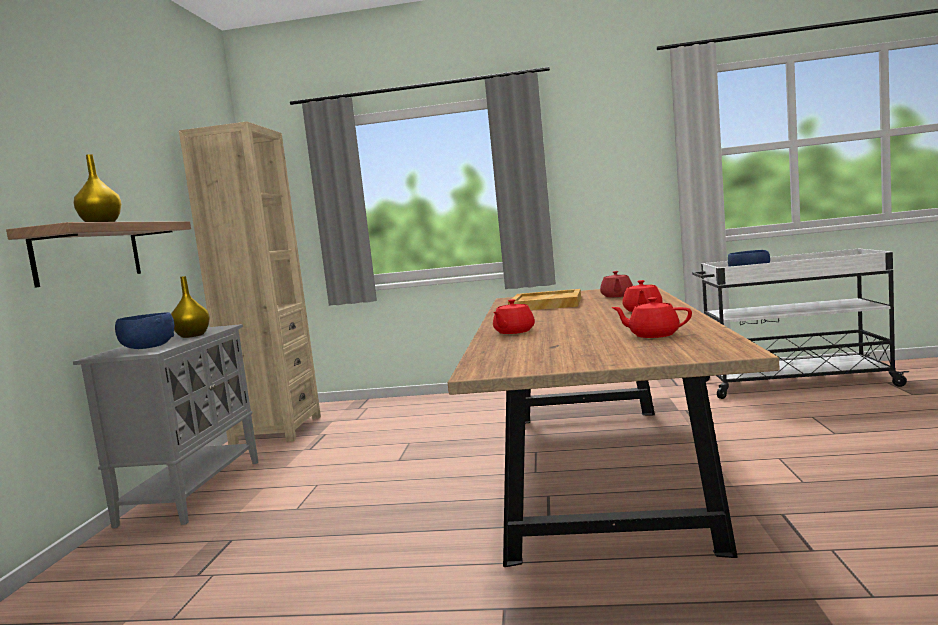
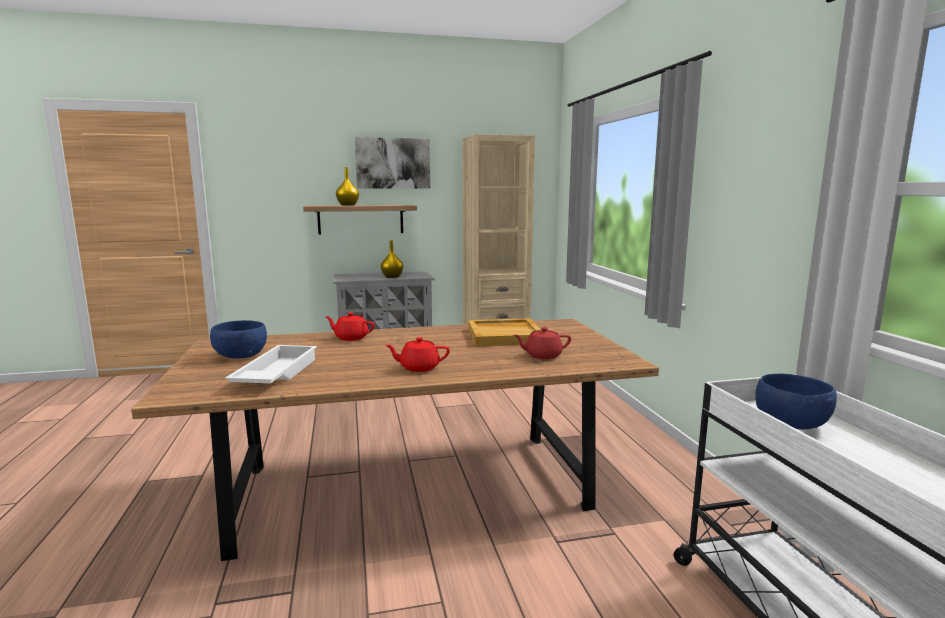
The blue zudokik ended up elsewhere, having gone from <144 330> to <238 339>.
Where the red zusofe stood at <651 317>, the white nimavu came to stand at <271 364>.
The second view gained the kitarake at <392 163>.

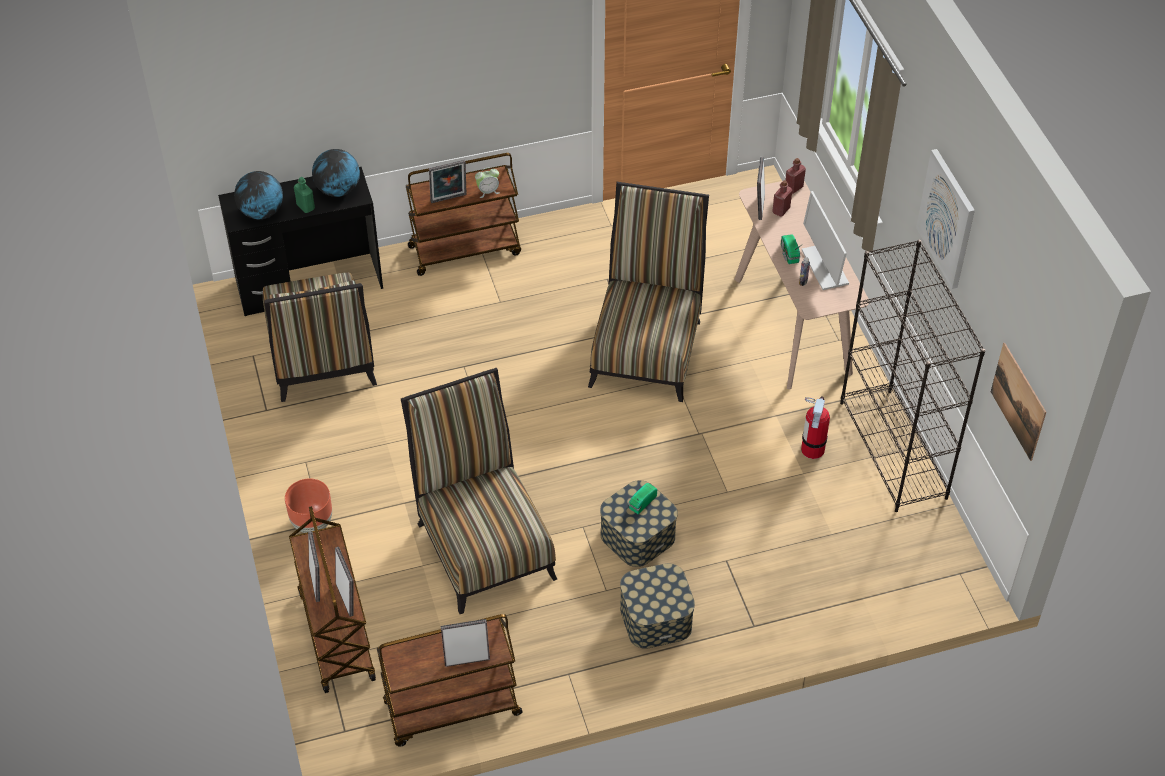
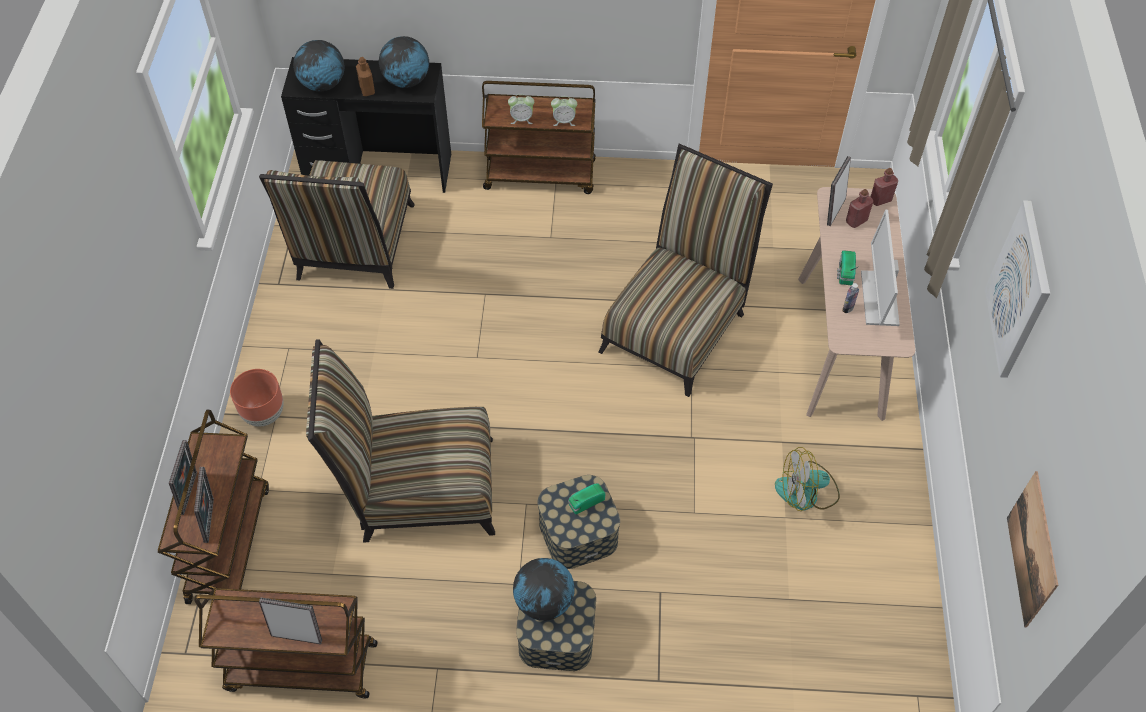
What was the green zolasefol at <304 195> turned into the brown zolasefol at <365 76>.
The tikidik at <479 491> ended up facing another way, 90 degrees counterclockwise from before.
Where the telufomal stood at <447 181>, the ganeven came to stand at <521 109>.
Where the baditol stood at <815 427>, the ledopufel came to stand at <807 479>.
The second view lost the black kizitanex at <912 376>.
The second view gained the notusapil at <544 589>.

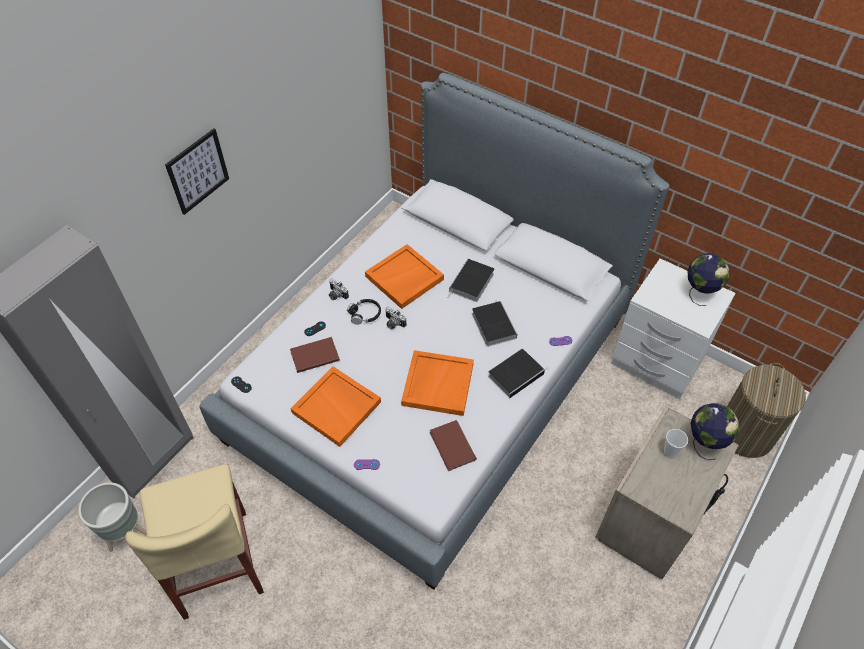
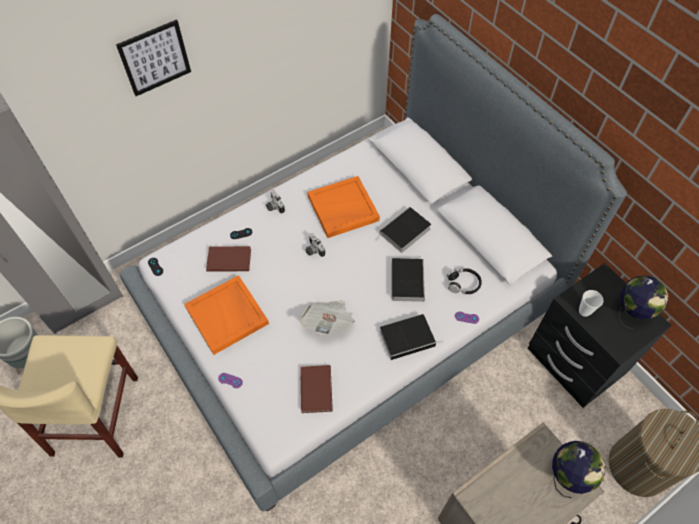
The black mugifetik ended up elsewhere, having gone from <364 312> to <464 281>.
Where the orange nimavu stood at <437 383>, the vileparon came to stand at <327 317>.
What was the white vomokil at <673 328> turned into the black vomokil at <600 335>.
The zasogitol ended up elsewhere, having gone from <676 443> to <591 303>.

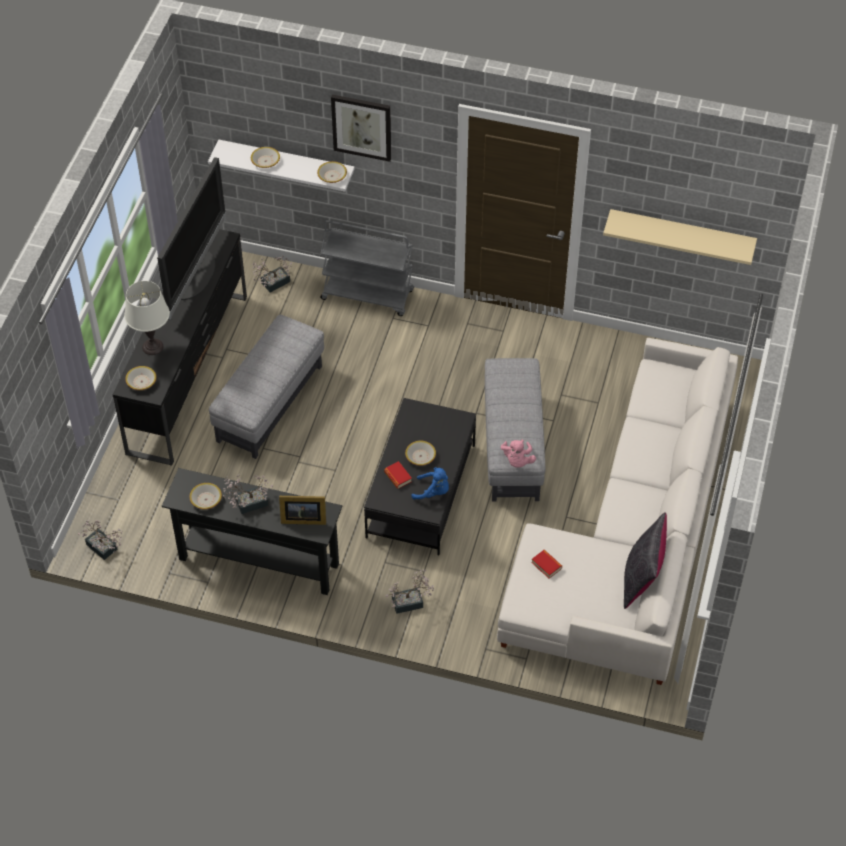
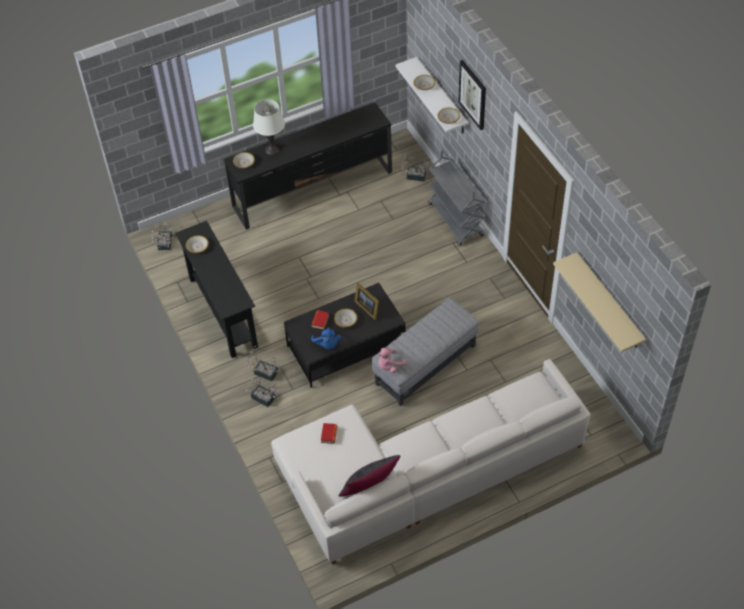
The second view lost the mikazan at <191 238>.
The second view lost the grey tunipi at <266 387>.
The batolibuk ended up elsewhere, having gone from <248 494> to <263 363>.
The telufomal ended up elsewhere, having gone from <302 510> to <366 301>.

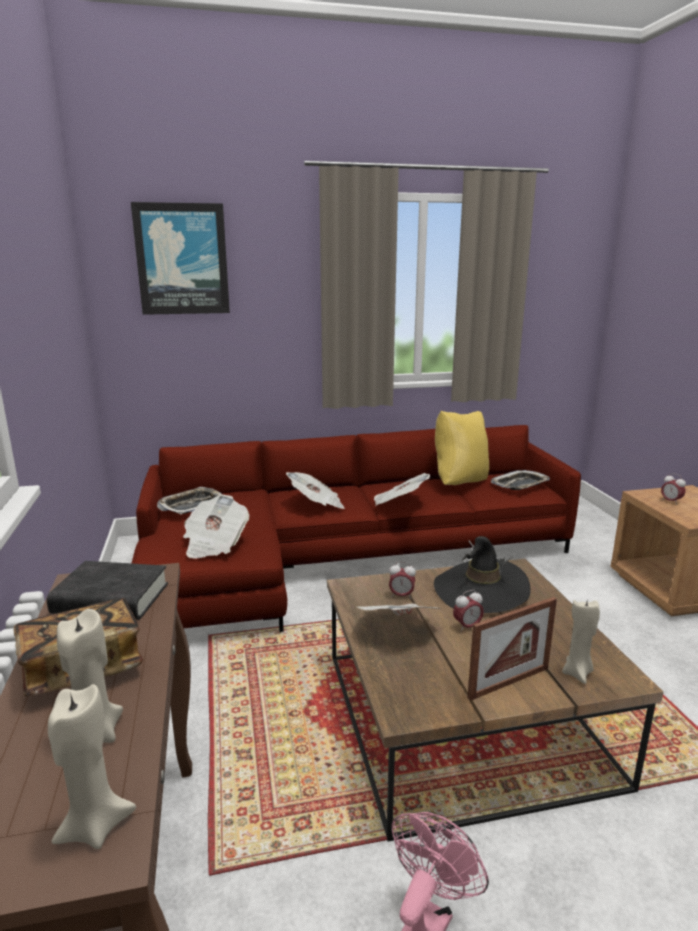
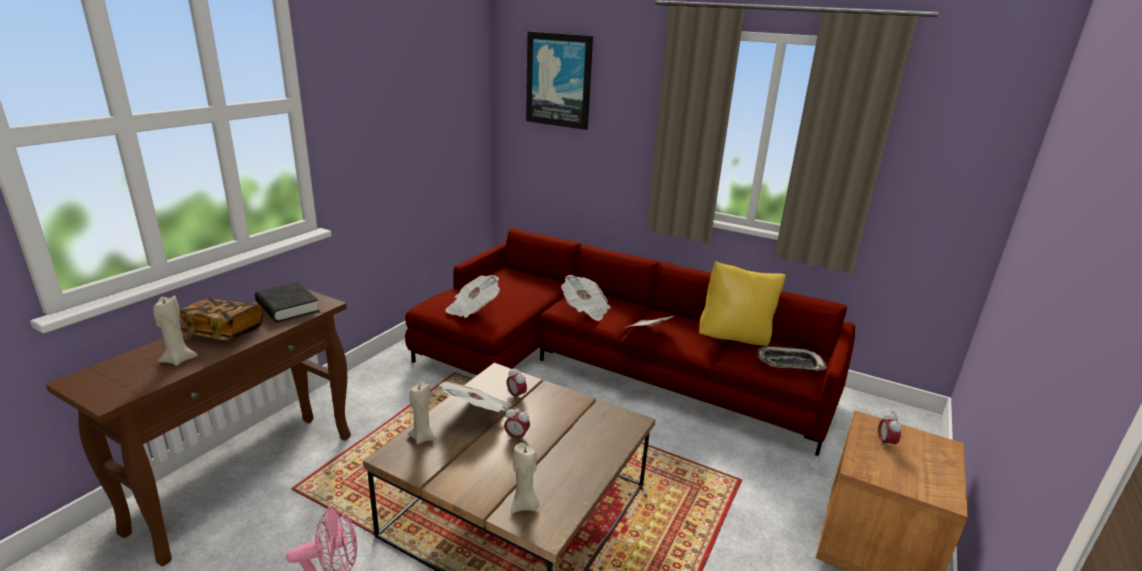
The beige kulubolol ended up elsewhere, having gone from <92 766> to <422 412>.
The second view lost the nimavu at <190 500>.
The second view lost the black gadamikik at <482 574>.
The second view lost the telufomal at <512 649>.

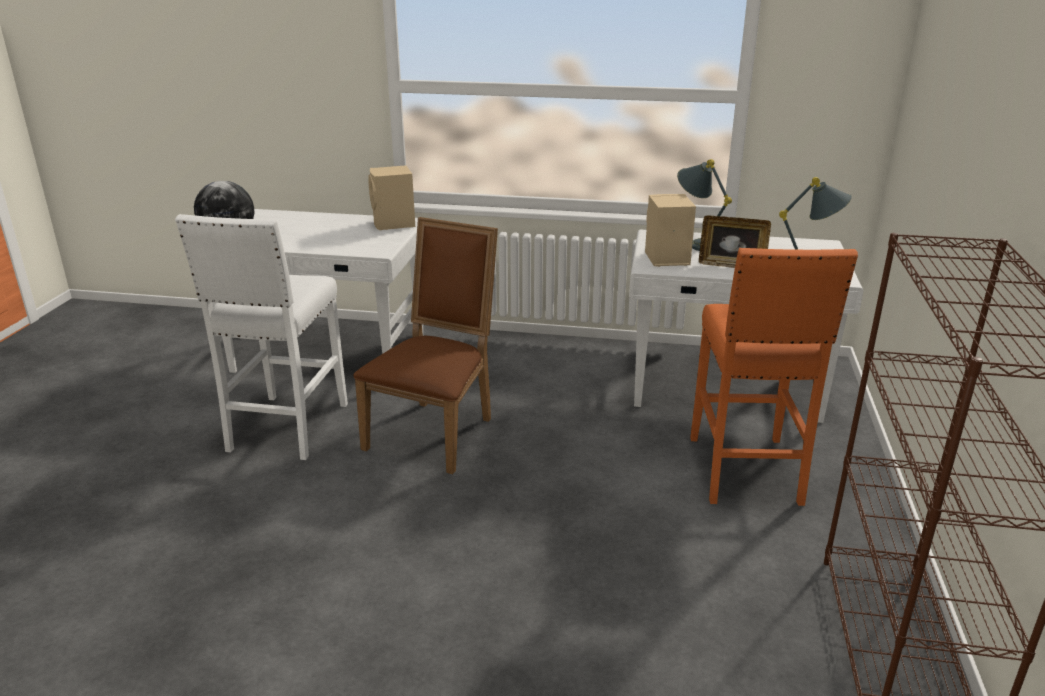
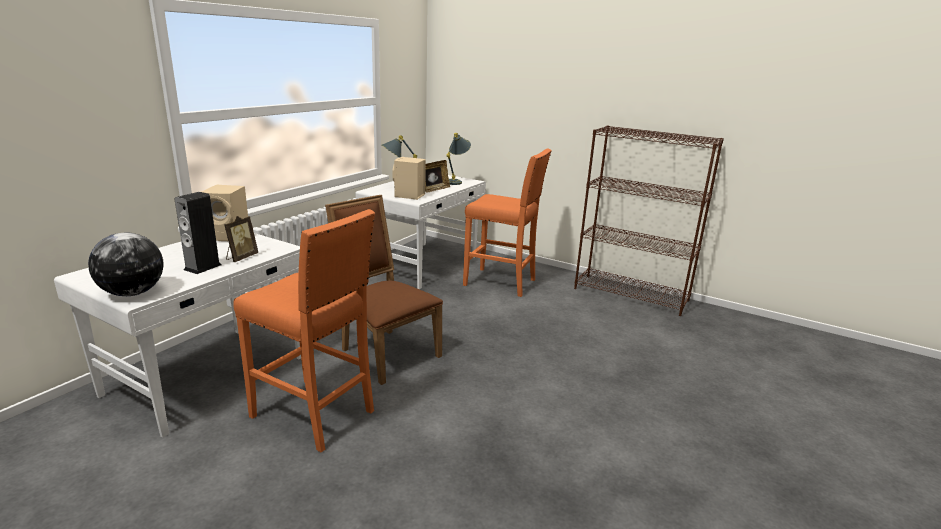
What was the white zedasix at <261 337> turned into the orange zedasix at <304 331>.
The second view gained the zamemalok at <198 233>.
The second view gained the telufomal at <241 239>.

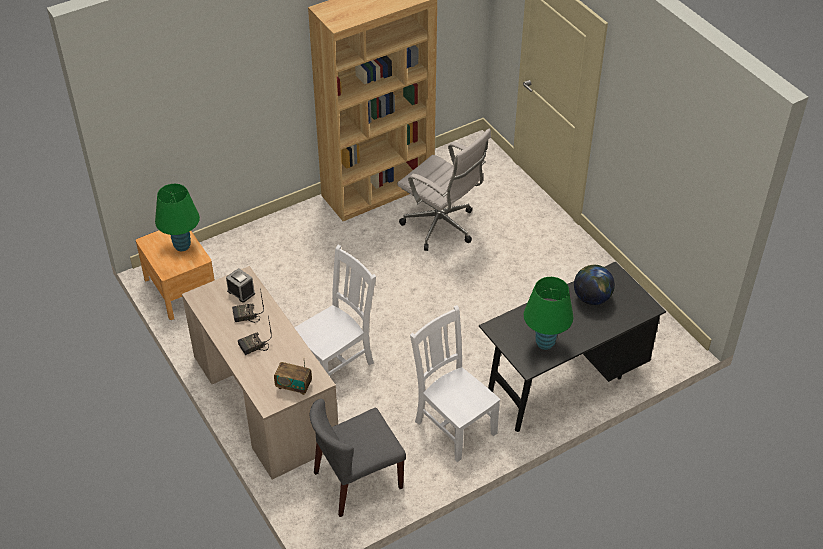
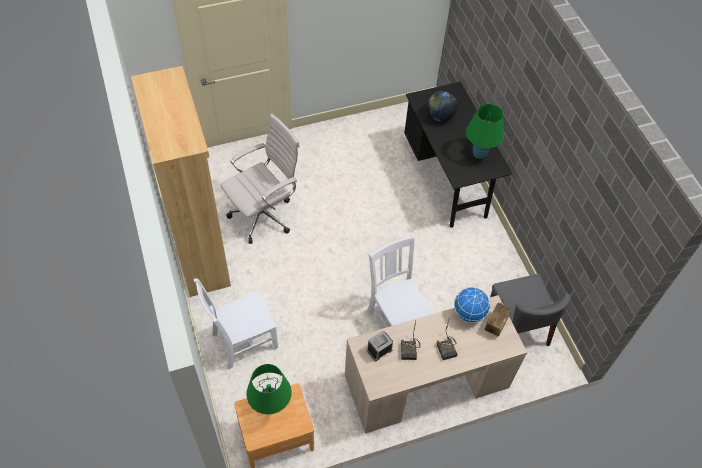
The white tikidik ended up elsewhere, having gone from <455 383> to <236 324>.
The second view gained the notusapil at <472 305>.

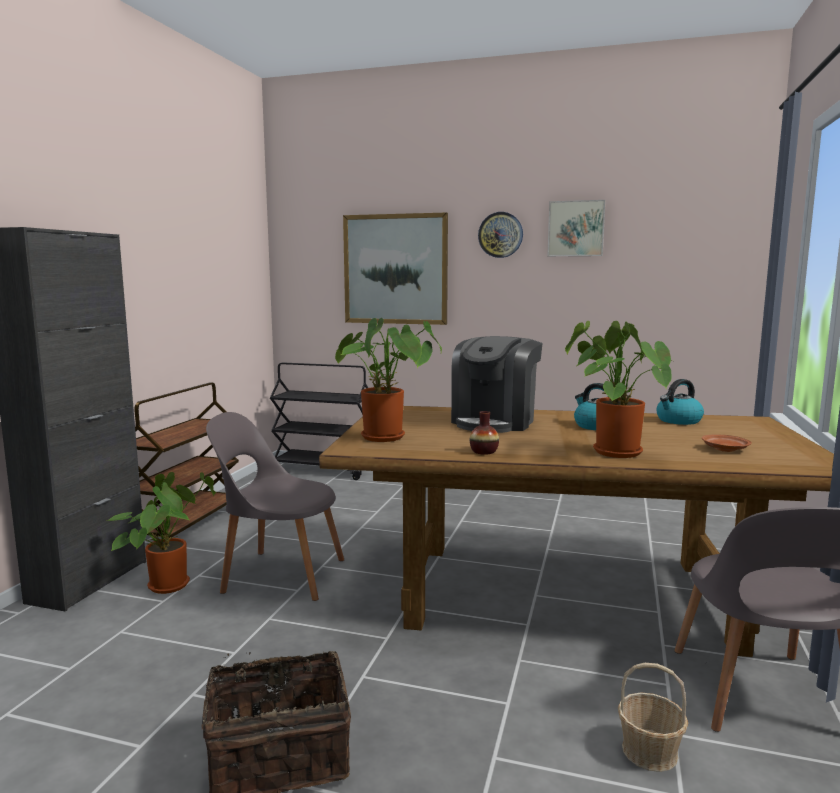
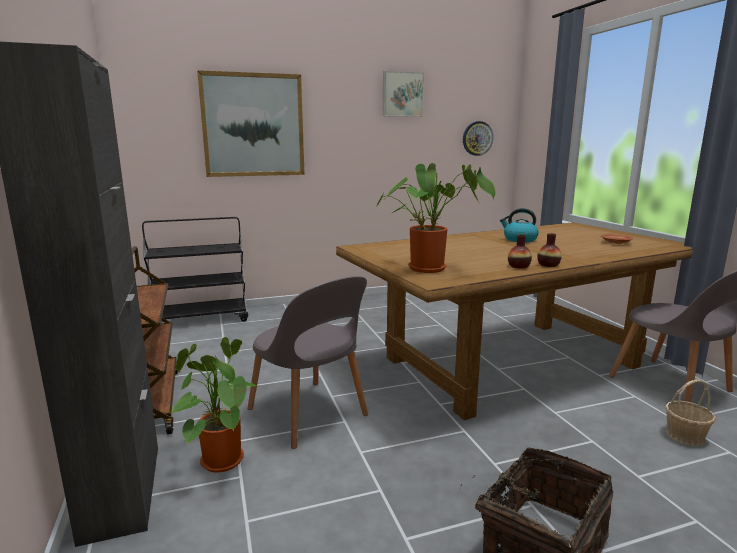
The grey tikidik at <275 506> ended up facing another way, 105 degrees counterclockwise from before.
The second view lost the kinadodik at <497 384>.
The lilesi ended up elsewhere, having gone from <500 235> to <478 138>.
The second view lost the batolibuk at <618 389>.
The second view lost the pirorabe at <680 402>.
The second view gained the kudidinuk at <549 250>.

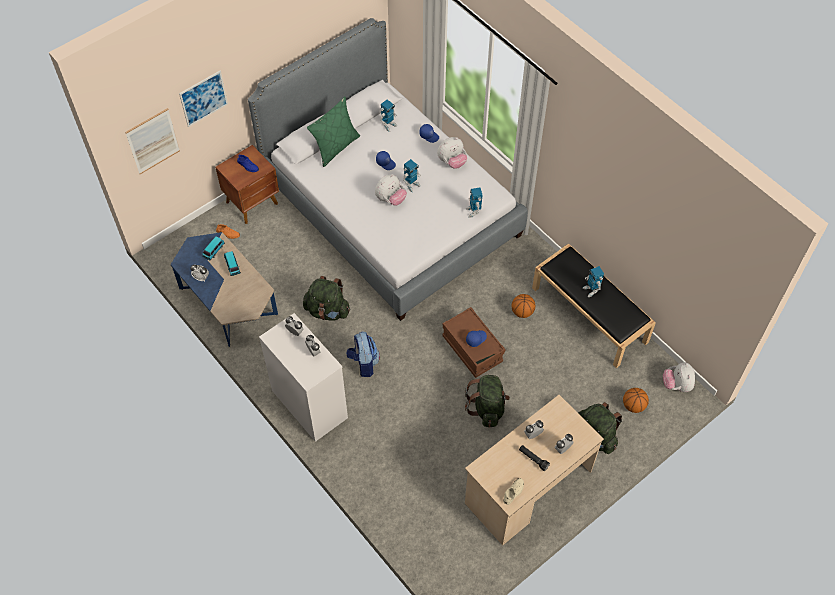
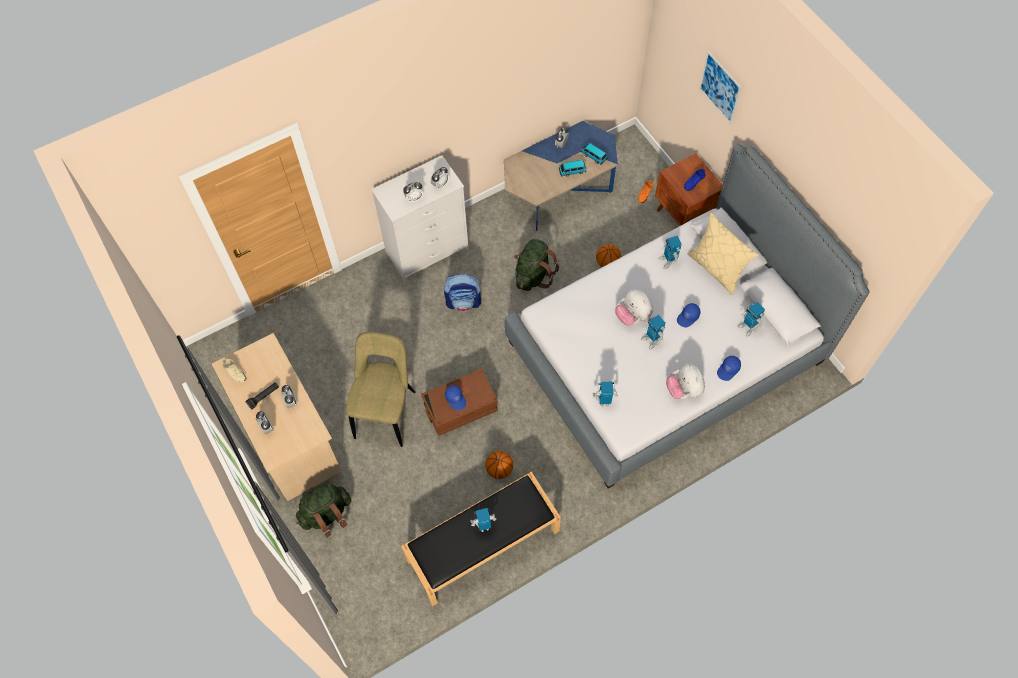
The second view lost the kitarake at <152 141>.
What was the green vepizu at <333 131> turned into the beige vepizu at <723 254>.
Where the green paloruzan stood at <487 401>, the beige tikidik came to stand at <380 389>.
The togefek ended up elsewhere, having gone from <636 400> to <609 255>.
The second view lost the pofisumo at <679 377>.
The second view gained the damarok at <670 252>.

